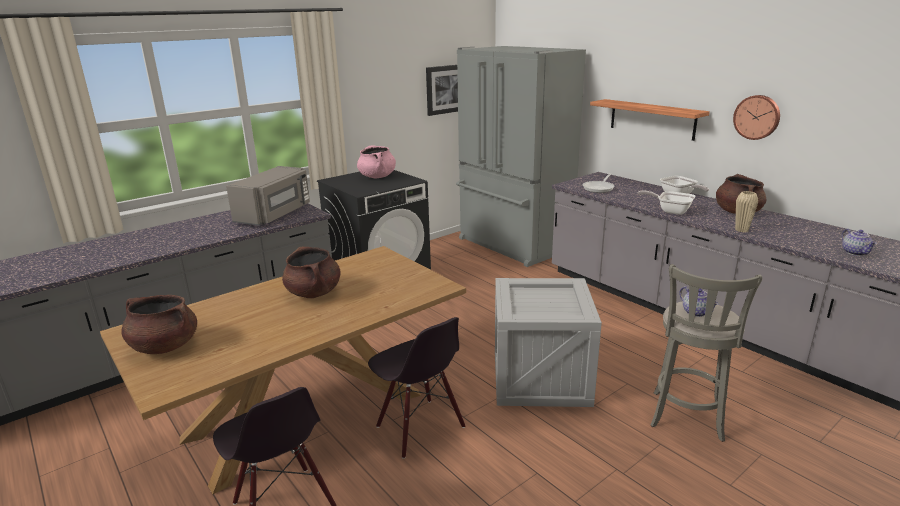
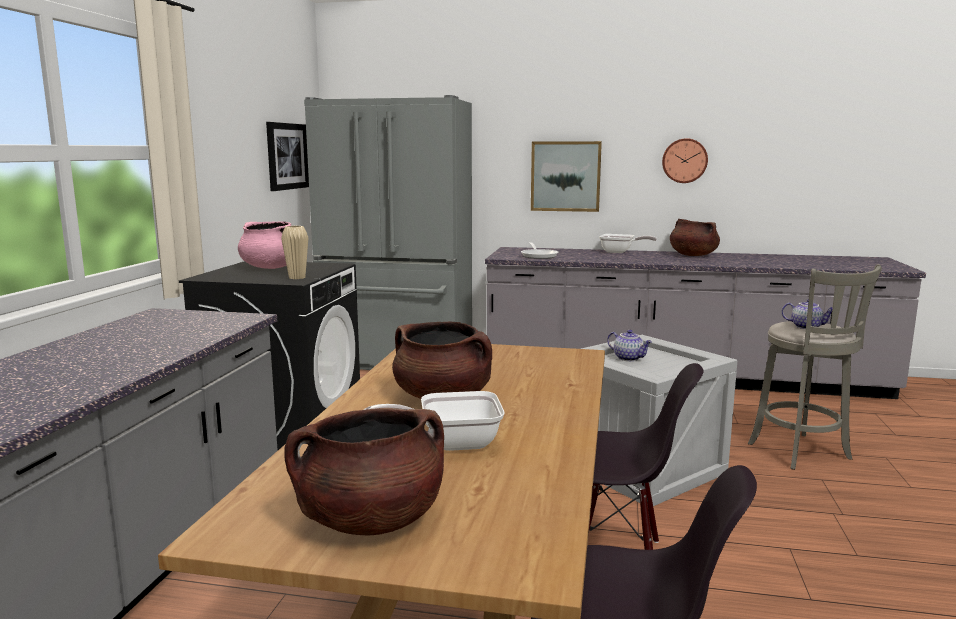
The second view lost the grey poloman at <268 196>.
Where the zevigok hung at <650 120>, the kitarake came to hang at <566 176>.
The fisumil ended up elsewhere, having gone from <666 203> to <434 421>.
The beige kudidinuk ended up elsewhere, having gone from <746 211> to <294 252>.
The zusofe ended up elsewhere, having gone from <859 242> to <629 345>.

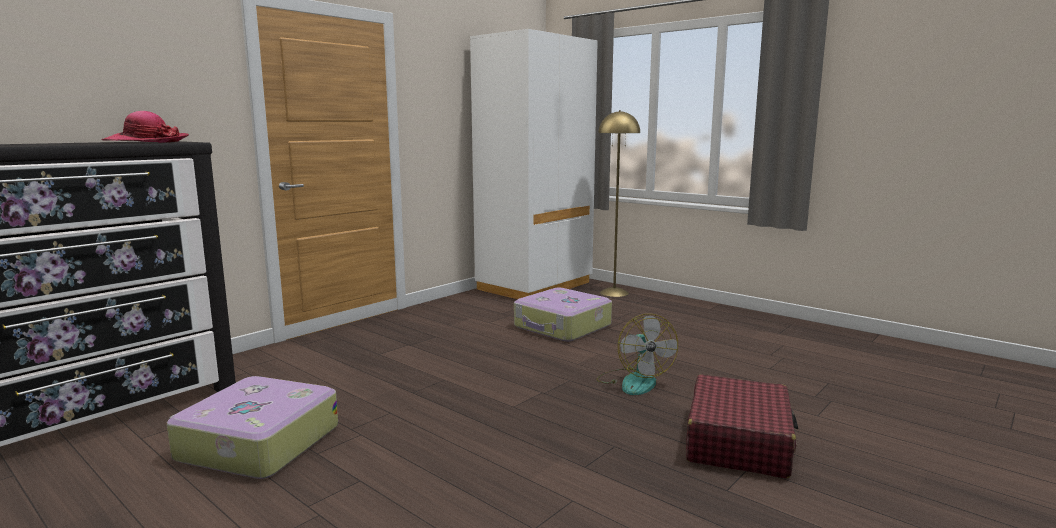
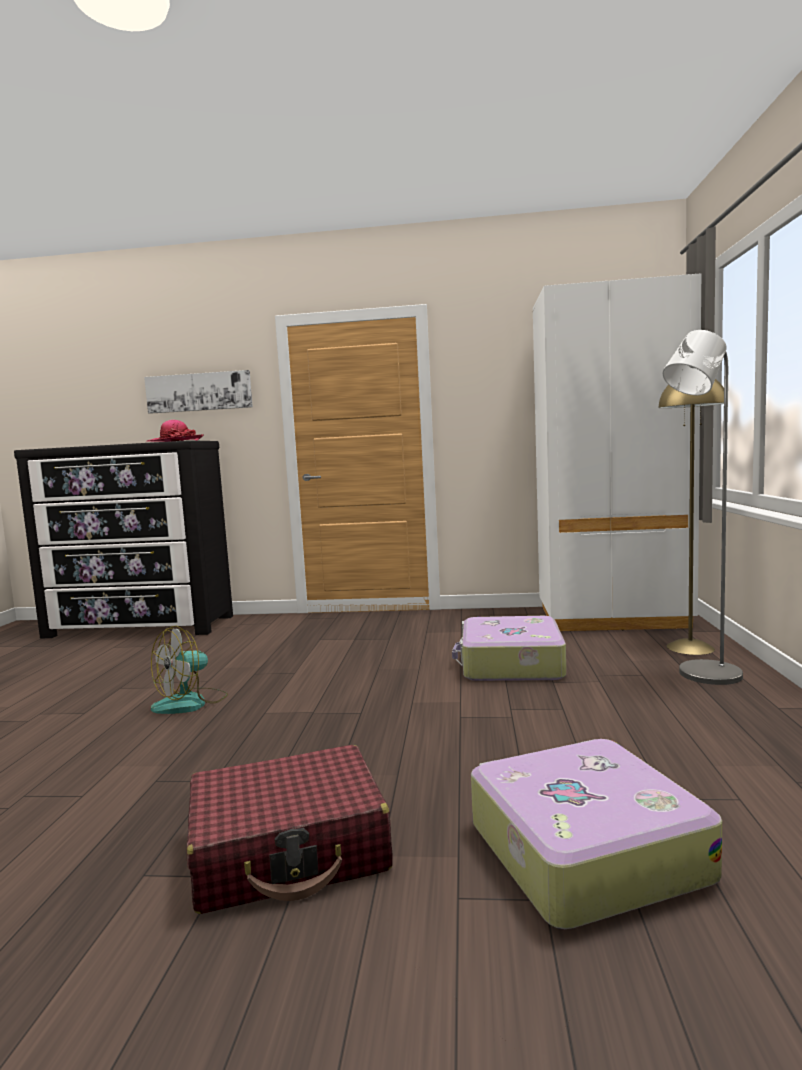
The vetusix ended up elsewhere, having gone from <252 427> to <596 834>.
The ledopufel ended up elsewhere, having gone from <637 354> to <189 670>.
The second view gained the kitarake at <198 392>.
The second view gained the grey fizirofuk at <703 507>.

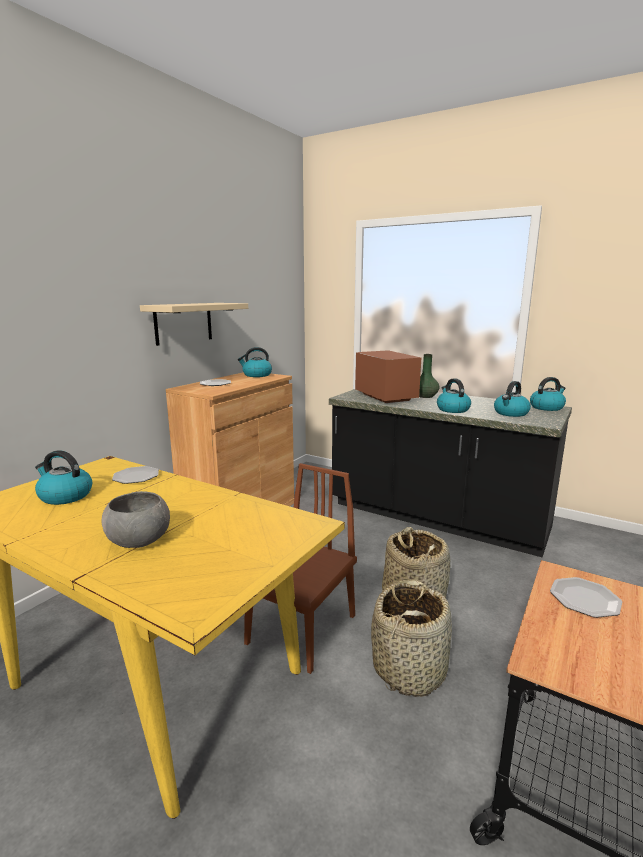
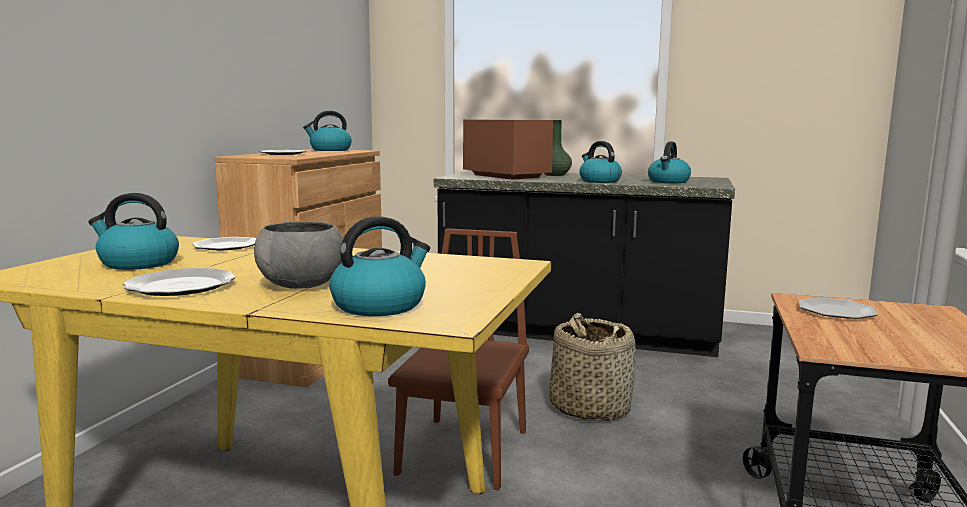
The second view lost the beige zevigok at <194 324>.
The second view lost the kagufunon at <411 638>.
The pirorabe ended up elsewhere, having gone from <548 394> to <379 266>.
The second view gained the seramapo at <179 282>.

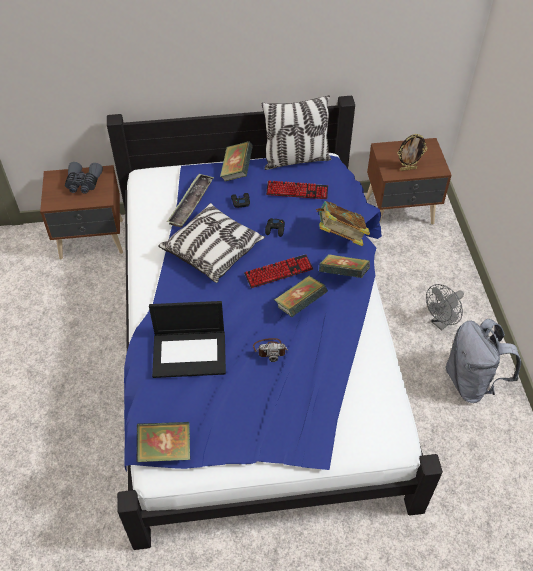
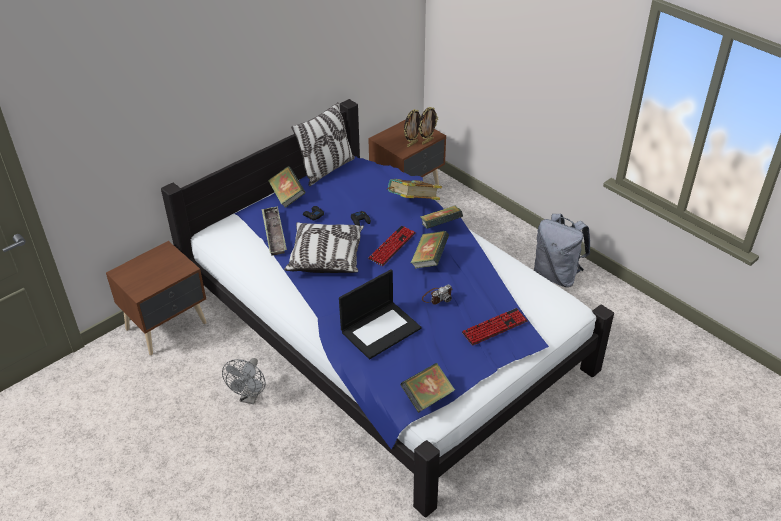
The second view lost the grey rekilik at <84 178>.
The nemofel ended up elsewhere, having gone from <297 189> to <495 327>.
The grey ledopufel ended up elsewhere, having gone from <445 307> to <244 381>.
The second view gained the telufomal at <428 126>.

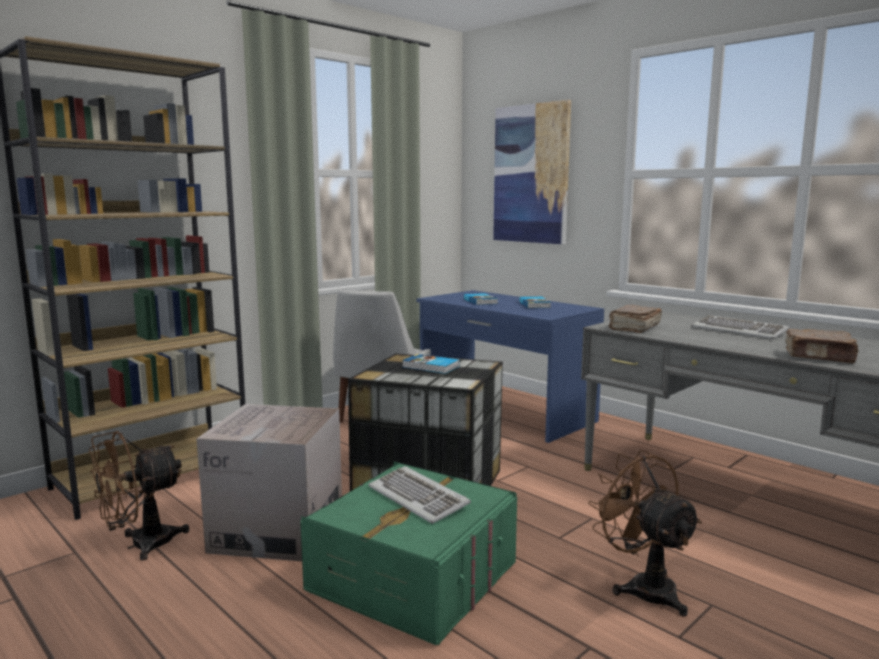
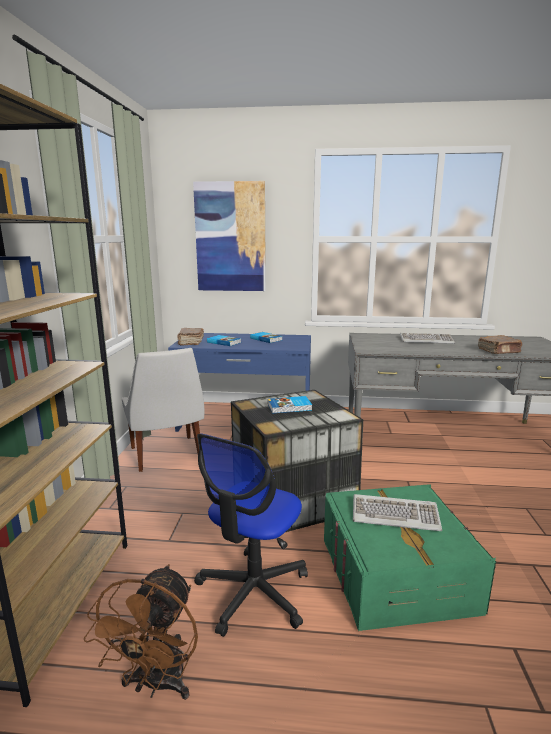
Where the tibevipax stood at <269 482>, the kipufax came to stand at <251 535>.
The second view lost the brown ledopufel at <645 533>.
The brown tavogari ended up elsewhere, having gone from <635 319> to <190 336>.

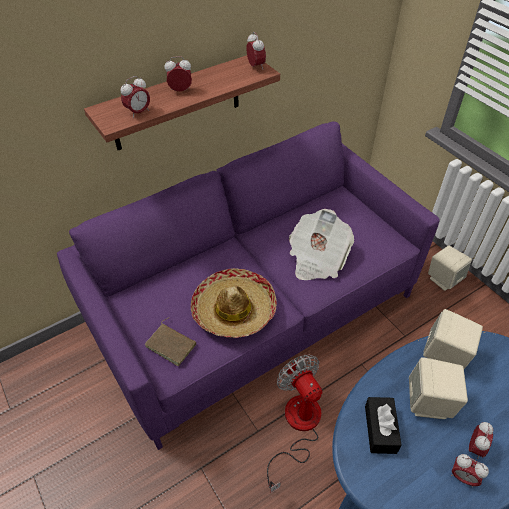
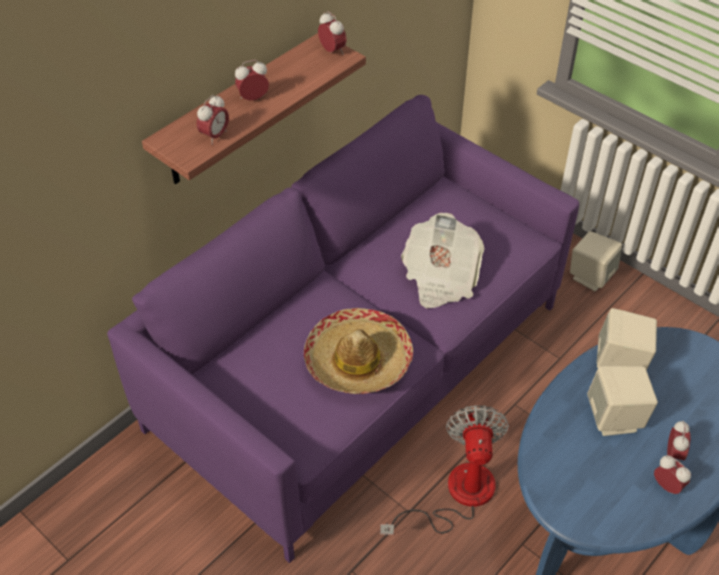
The second view lost the brown tavogari at <170 341>.
The ledopufel at <294 424> ended up facing another way, 45 degrees clockwise from before.
The second view lost the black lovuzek at <383 425>.
The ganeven at <470 471> ended up facing another way, 150 degrees counterclockwise from before.

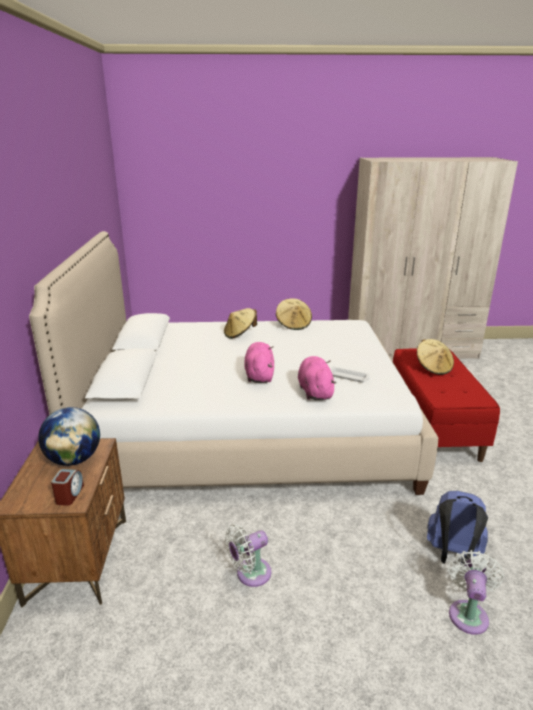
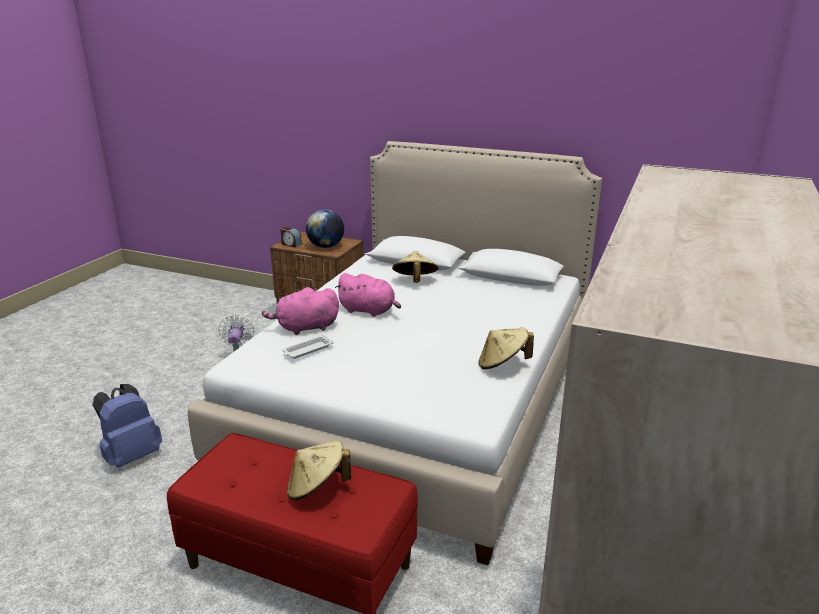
The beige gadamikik ended up elsewhere, having gone from <240 323> to <415 267>.
The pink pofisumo at <317 378> ended up facing another way, 150 degrees clockwise from before.
The second view lost the white ledopufel at <476 592>.

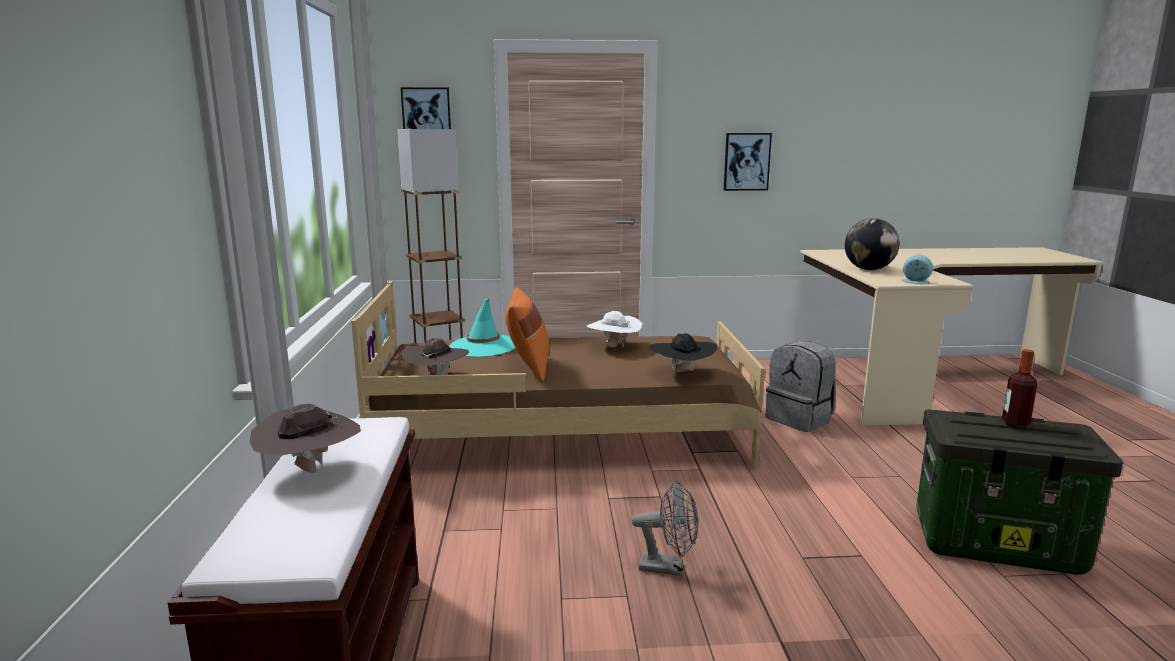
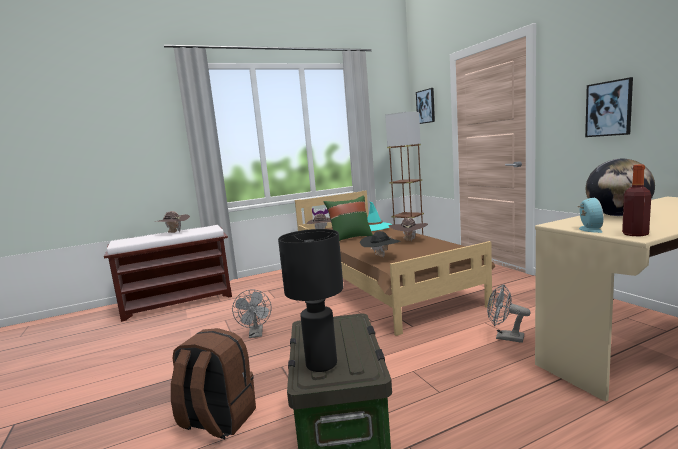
What was the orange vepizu at <527 335> turned into the green vepizu at <348 218>.
What was the white gadamikik at <614 329> turned into the brown gadamikik at <408 230>.
Where the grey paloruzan stood at <801 386>, the grey ledopufel came to stand at <509 313>.
The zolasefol ended up elsewhere, having gone from <1020 388> to <636 200>.
The second view gained the brown paloruzan at <213 383>.
The second view gained the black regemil at <310 300>.

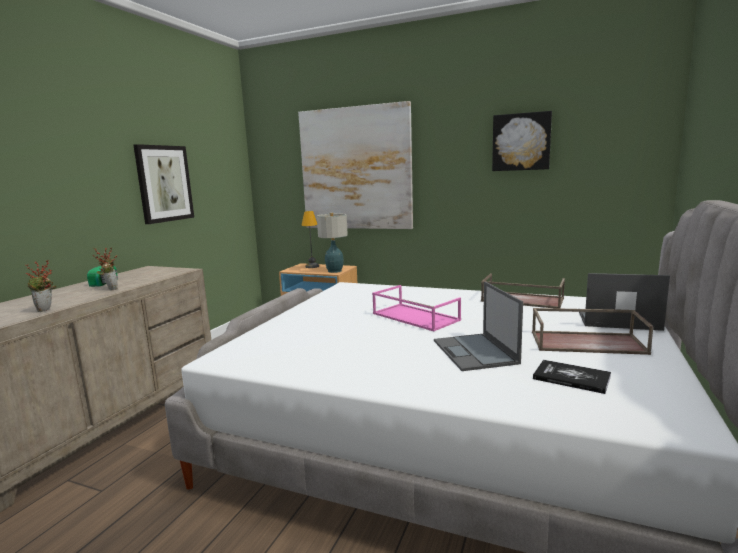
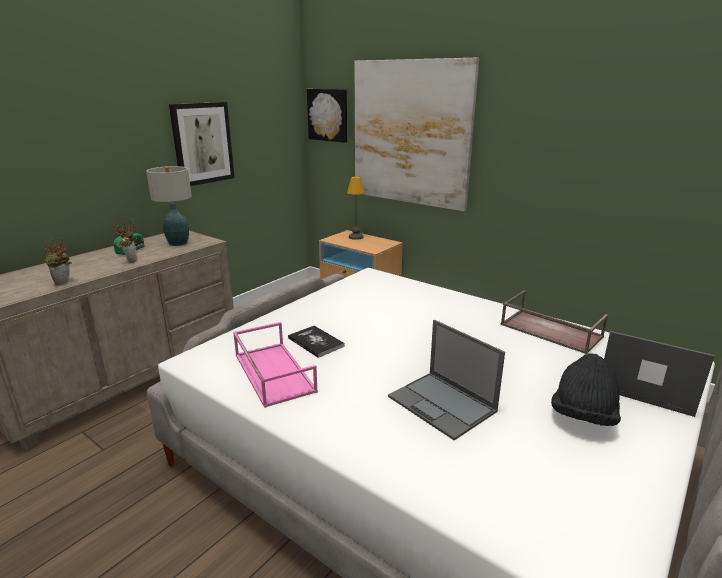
The regemil ended up elsewhere, having gone from <332 243> to <169 206>.
The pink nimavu ended up elsewhere, having gone from <416 308> to <275 365>.
The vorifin at <478 326> ended up facing another way, 45 degrees counterclockwise from before.
The kitarake ended up elsewhere, having gone from <522 141> to <327 116>.
Where the brown nimavu stood at <592 331>, the black gadamikik came to stand at <586 389>.
The tavogari ended up elsewhere, having gone from <572 377> to <316 342>.

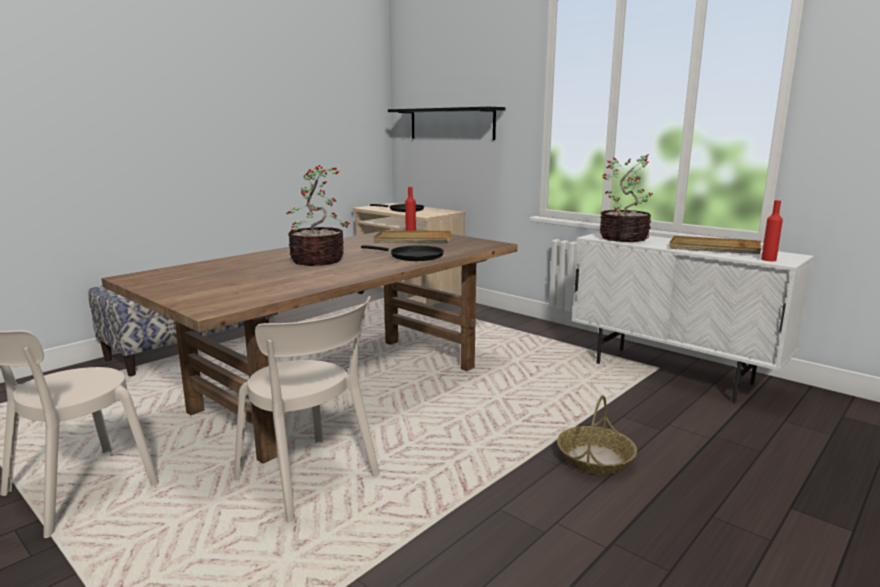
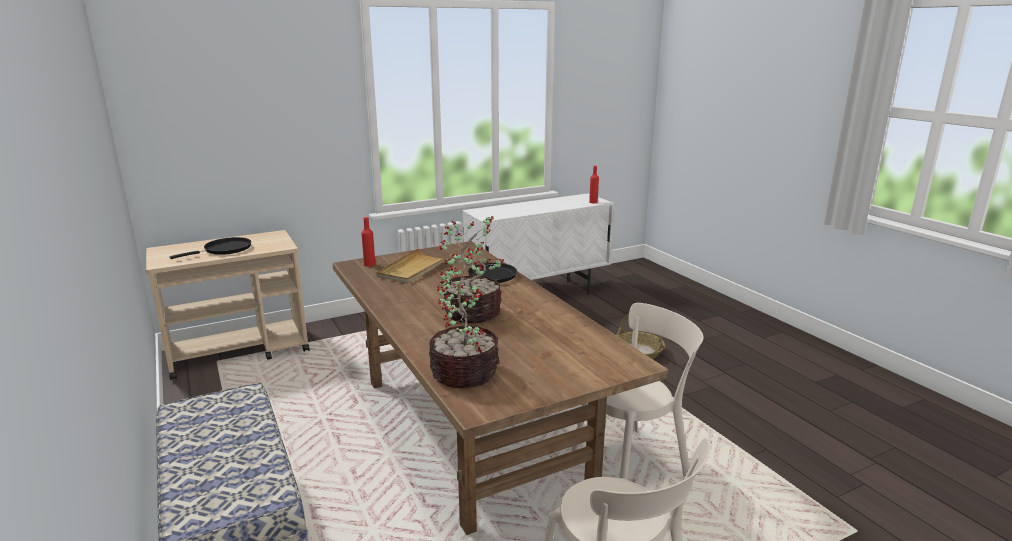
The second view lost the black zevigok at <447 123>.
The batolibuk ended up elsewhere, having gone from <626 198> to <464 320>.
The second view lost the beige nimavu at <715 245>.

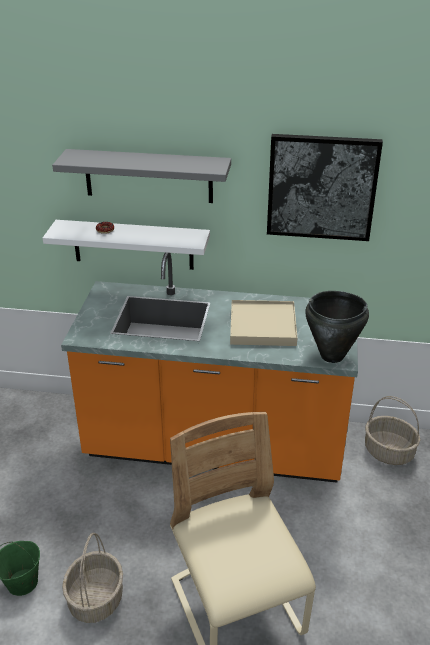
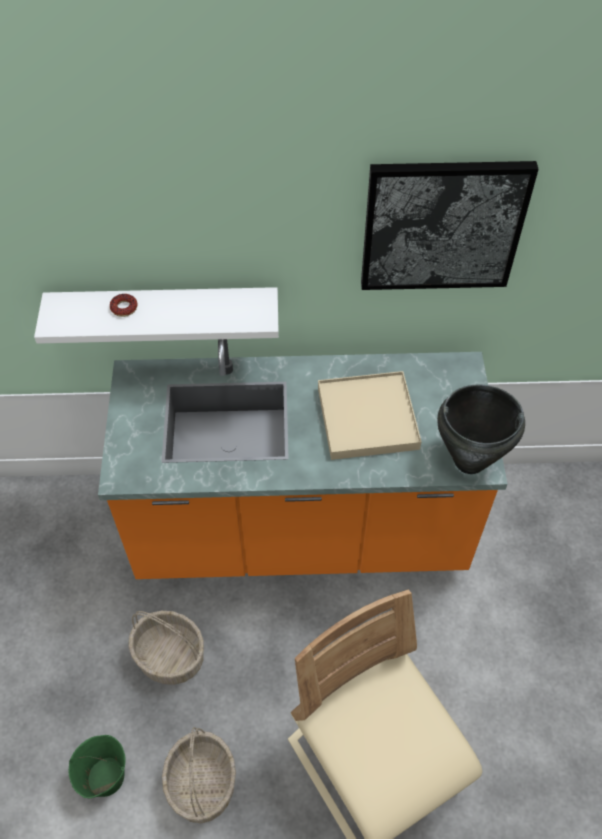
The second view lost the grey zevigok at <141 176>.
The kagufunon ended up elsewhere, having gone from <392 430> to <166 648>.

